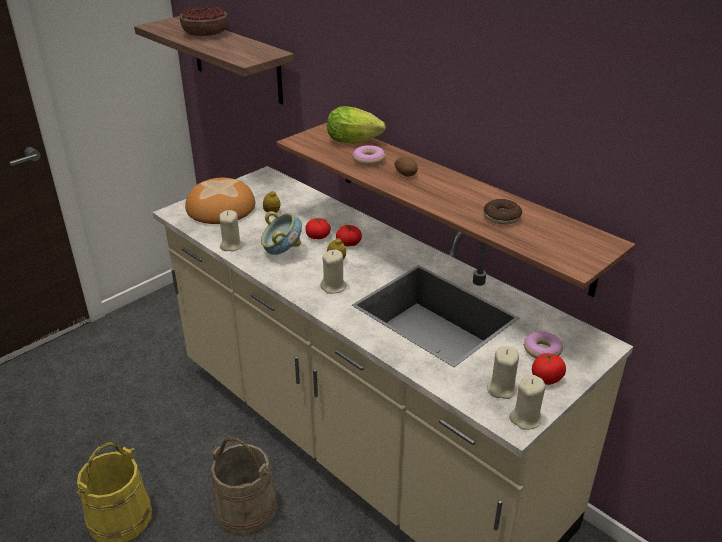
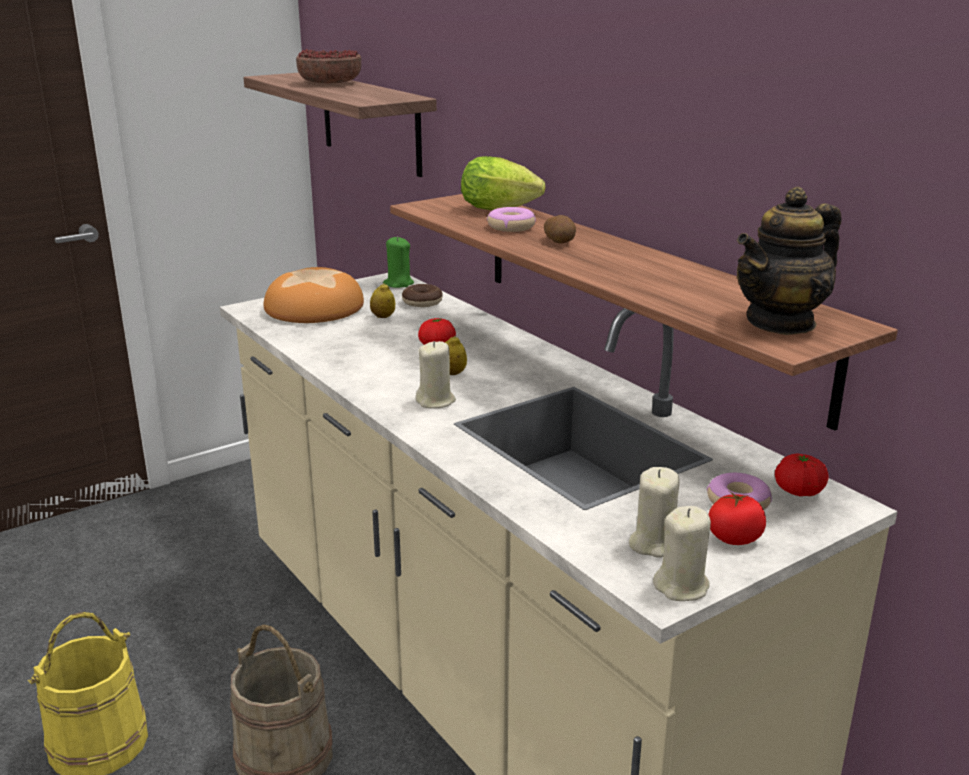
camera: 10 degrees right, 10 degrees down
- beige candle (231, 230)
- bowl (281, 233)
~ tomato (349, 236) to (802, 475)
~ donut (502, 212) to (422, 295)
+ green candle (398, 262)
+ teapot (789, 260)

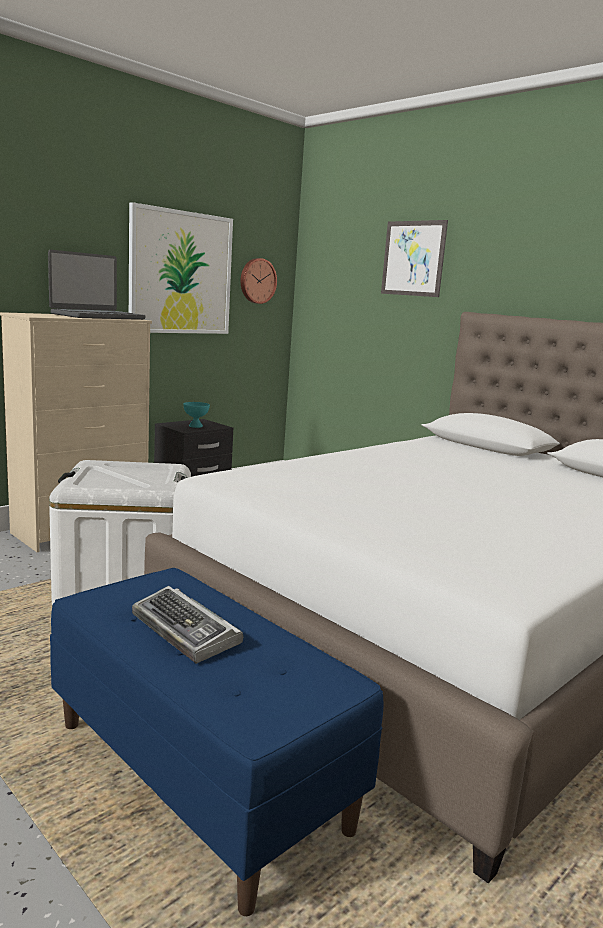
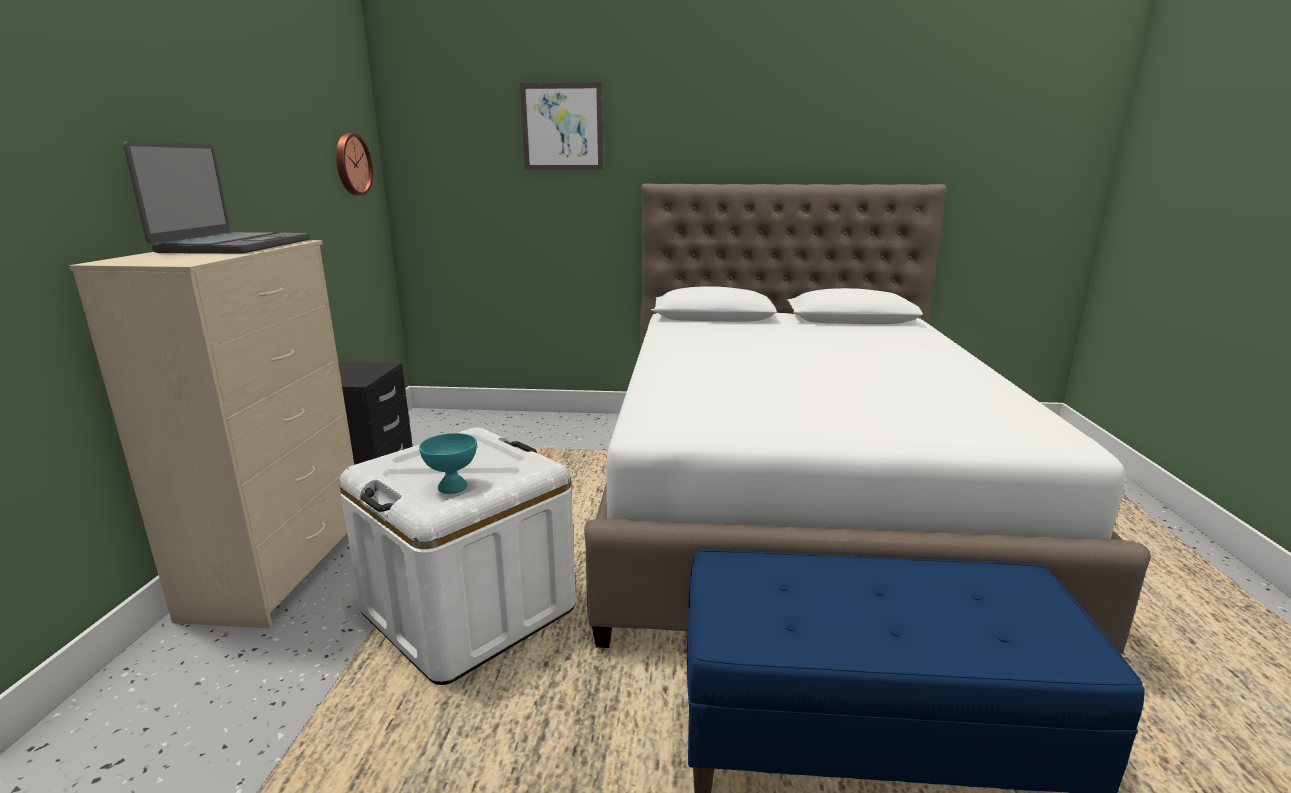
camera: 40 degrees left, 5 degrees up
- picture (181, 268)
- keyboard (187, 625)
~ turquoise bowl (196, 415) to (448, 463)

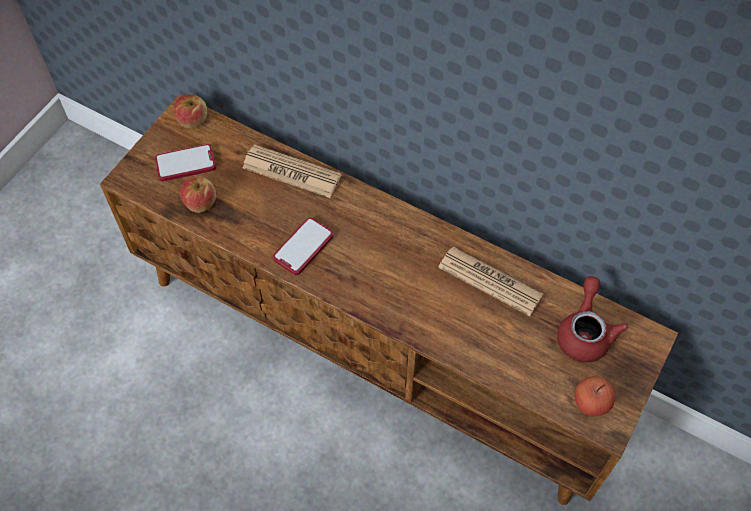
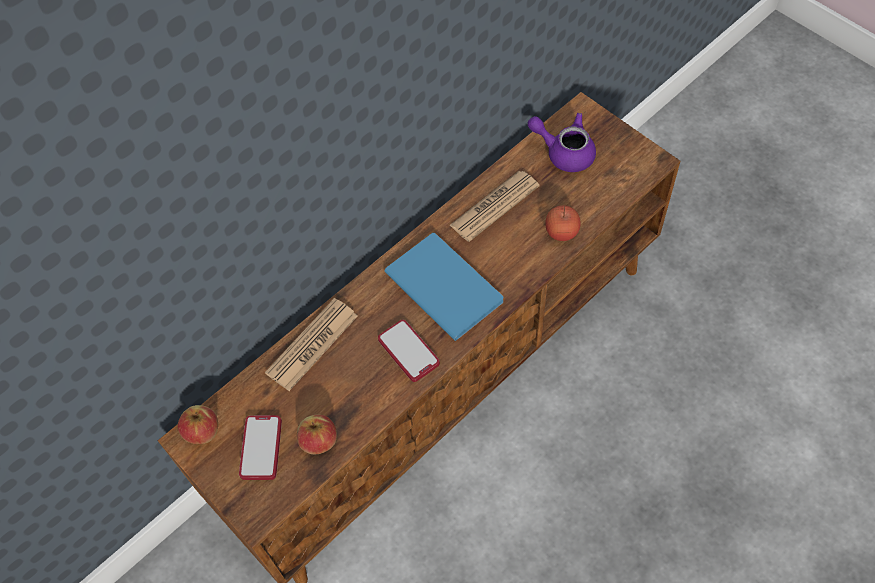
camera: 70 degrees left, 0 degrees up
~ red teapot (593, 319) to purple teapot (562, 142)
~ apple (595, 396) to (562, 223)
+ blue book (444, 287)

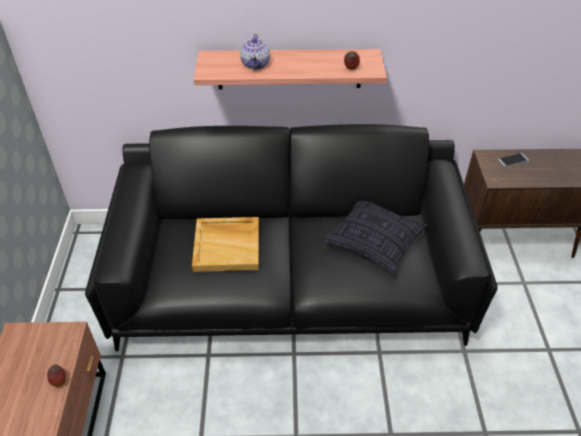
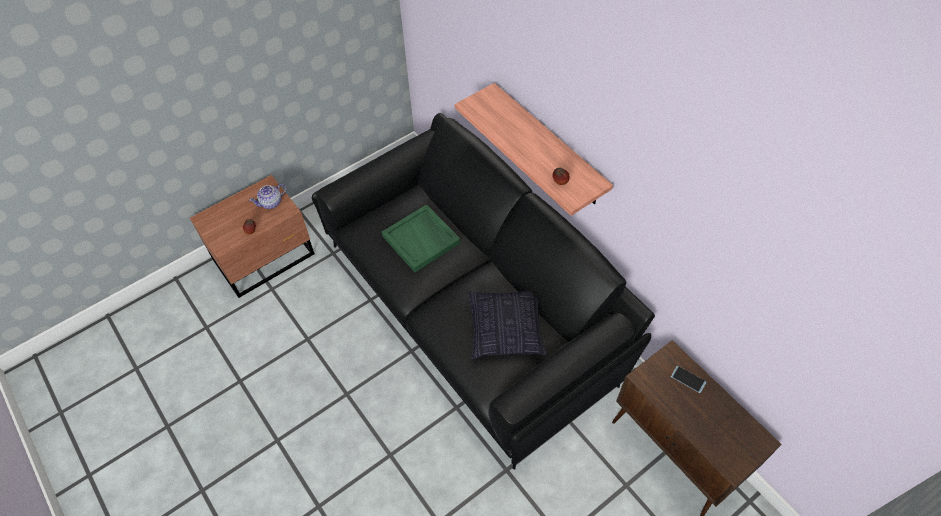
camera: 55 degrees right, 10 degrees up
~ beige tray (225, 244) to green tray (421, 238)
~ teapot (255, 52) to (268, 196)

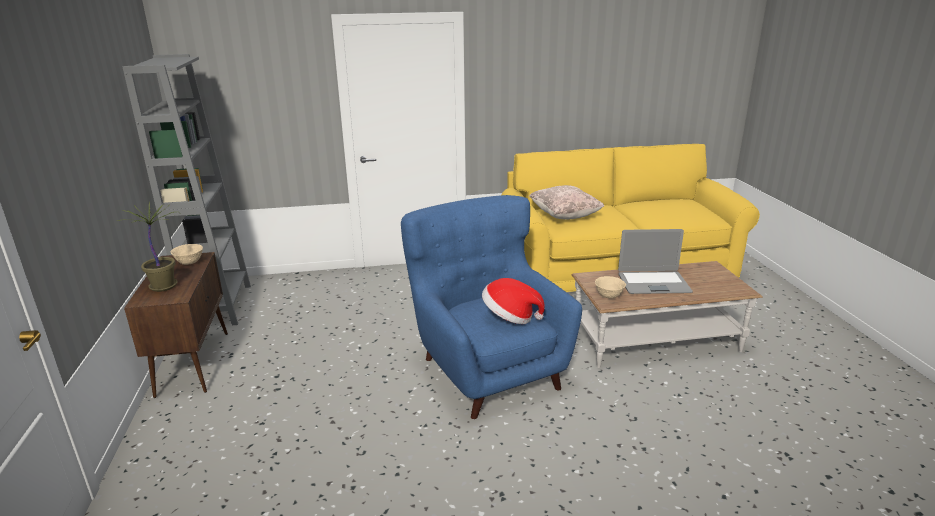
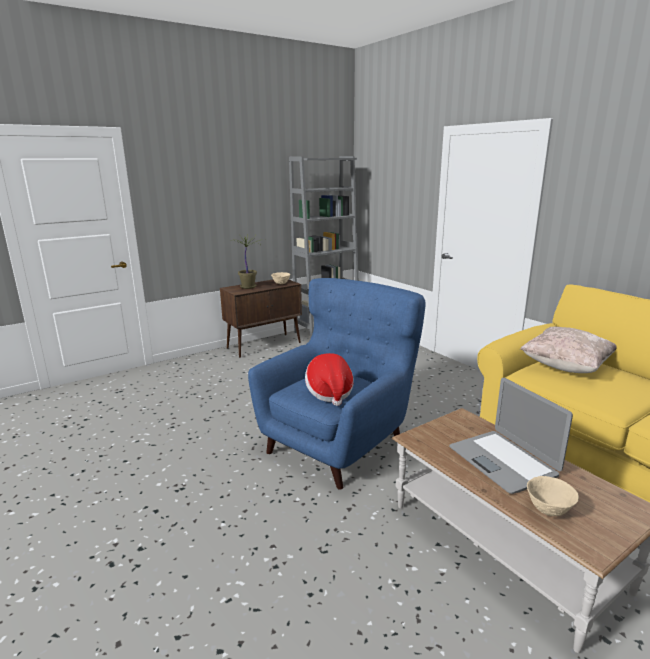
camera: 65 degrees right, 5 degrees down
~ beige bowl (610, 287) to (553, 496)

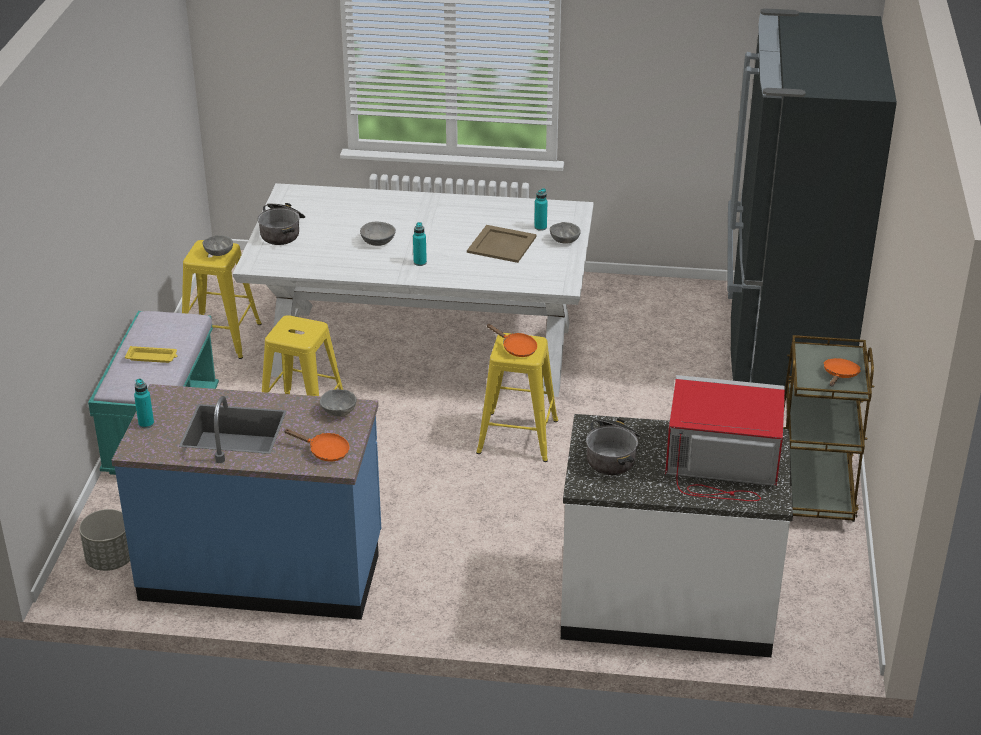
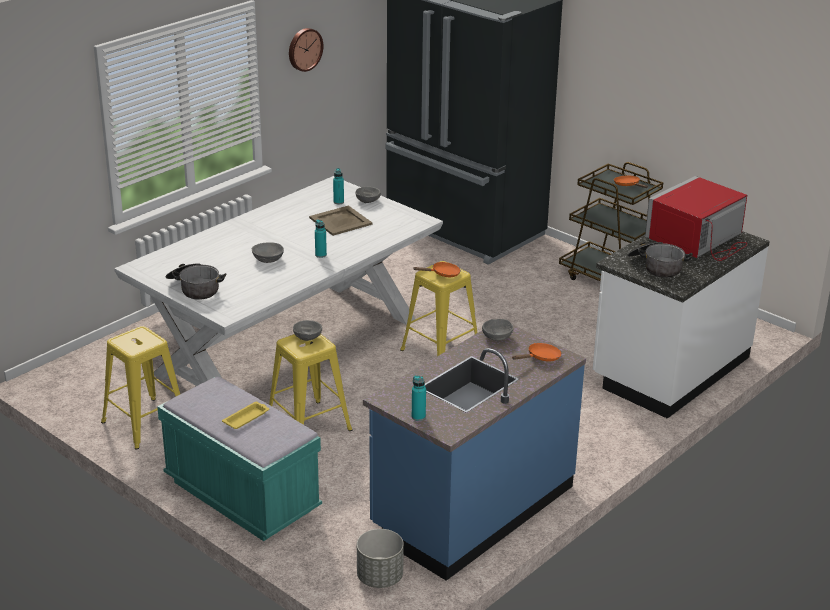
camera: 55 degrees left, 5 degrees down
~ grey bowl (218, 245) to (307, 330)
+ wall clock (306, 50)

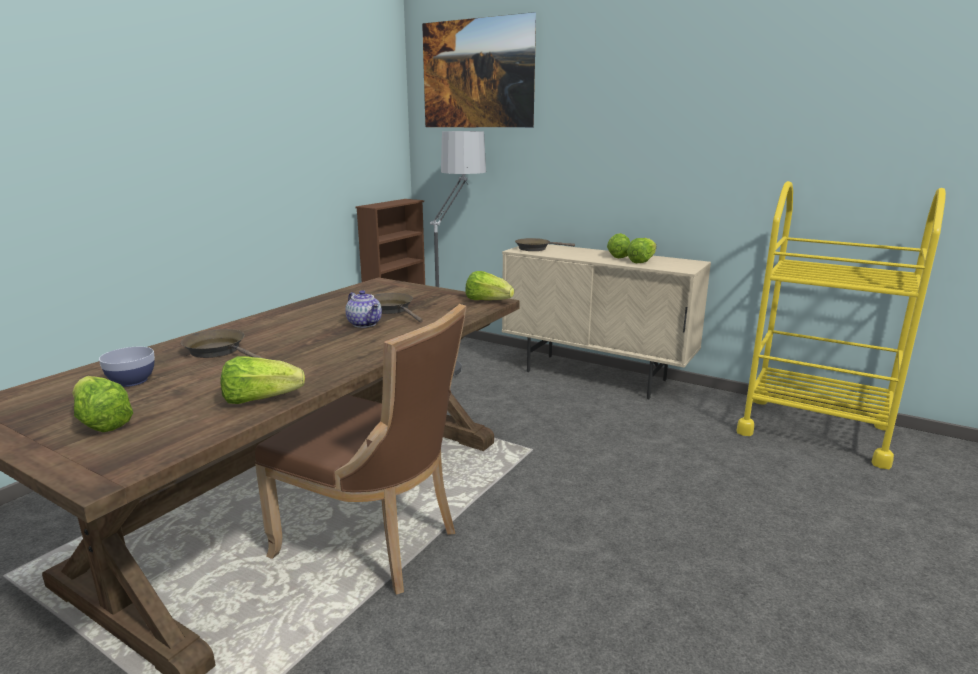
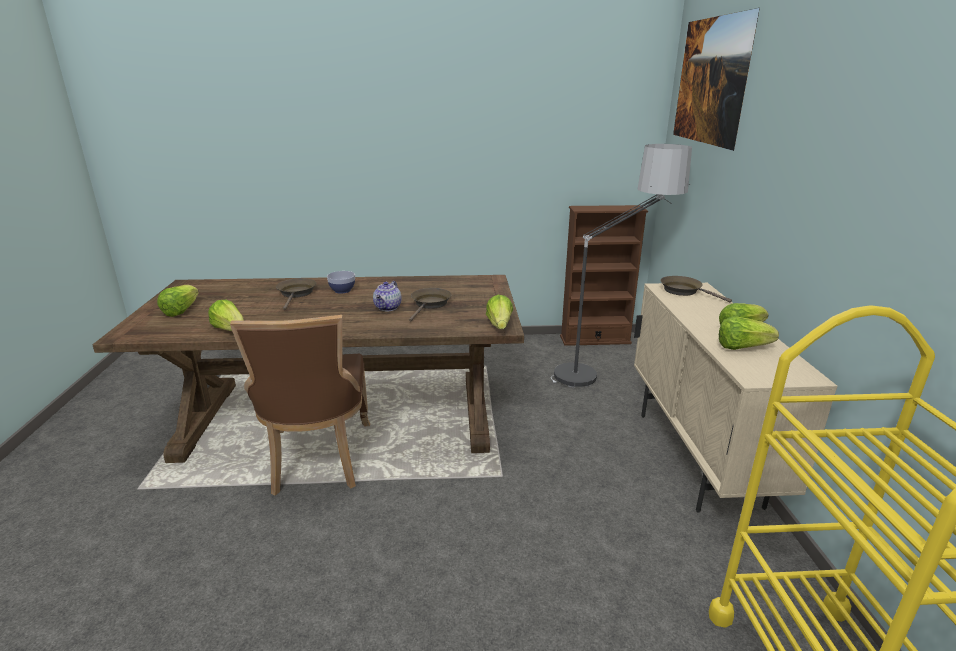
camera: 55 degrees right, 5 degrees up
~ bowl (127, 367) to (341, 282)

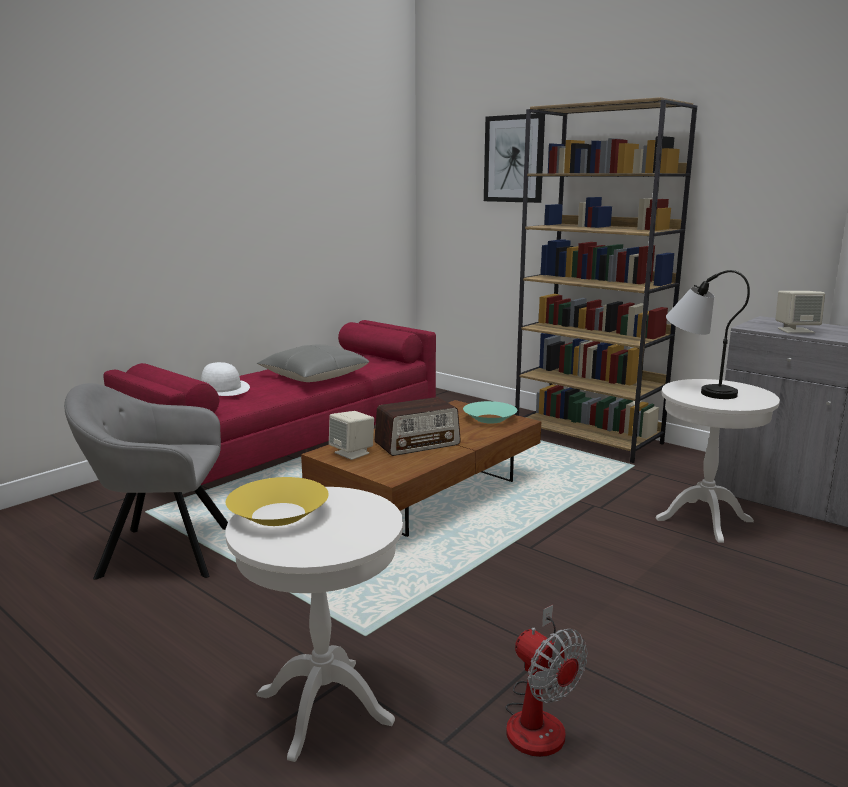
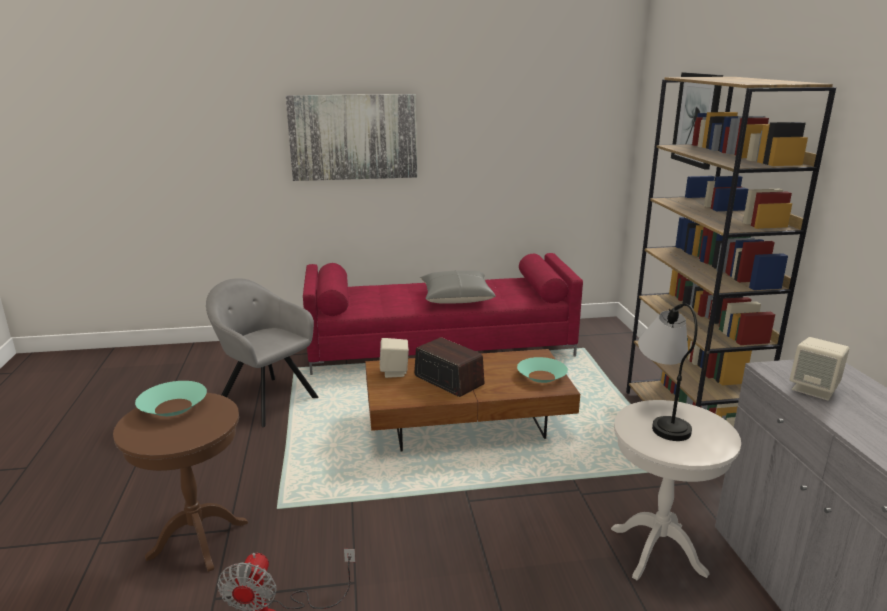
camera: 40 degrees right, 5 degrees up
- white hat (225, 379)
~ yellow bowl (277, 501) to turquoise bowl (171, 398)
~ white side table (314, 624) to brown side table (180, 482)
~ radio (417, 426) = (449, 367) 150 degrees counterclockwise
+ picture (351, 137)

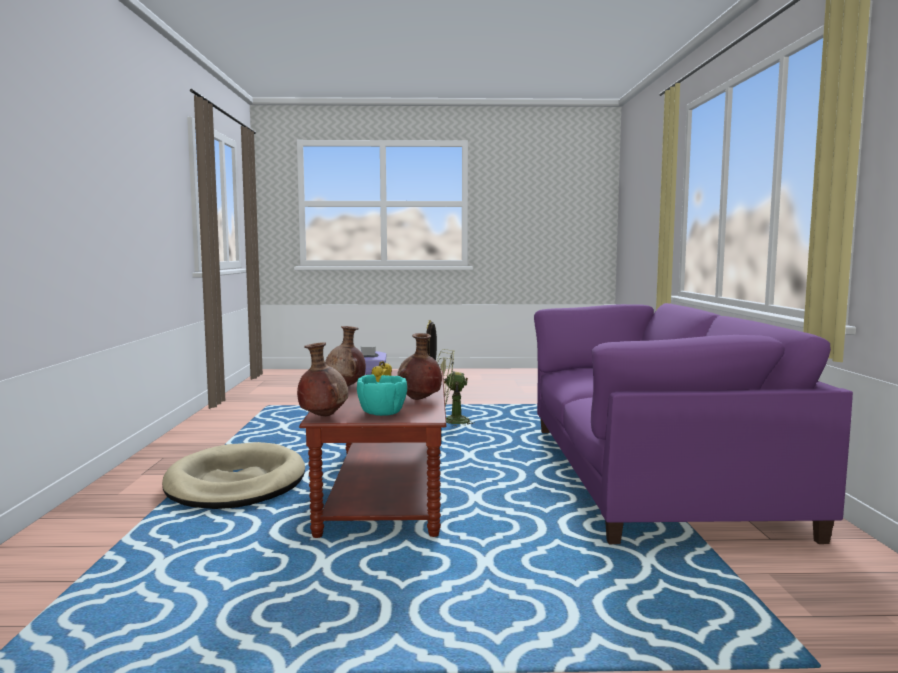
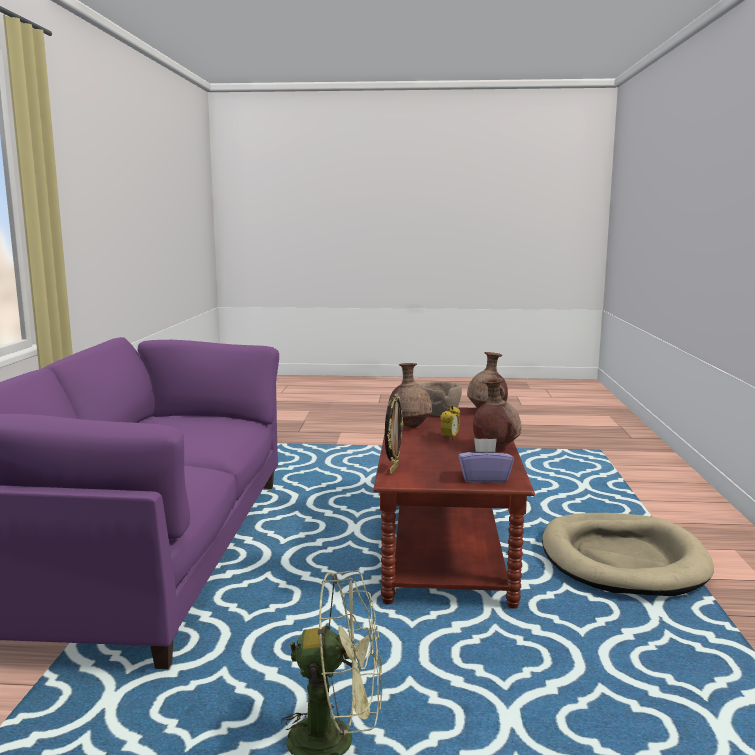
camera: 175 degrees left, 5 degrees up
~ turquoise bowl (382, 395) to brown bowl (442, 398)

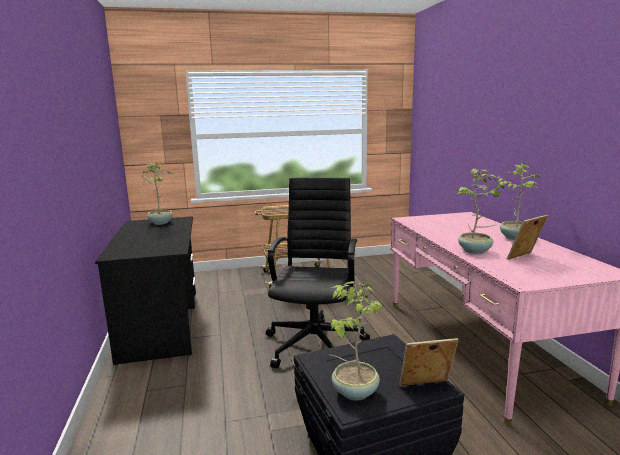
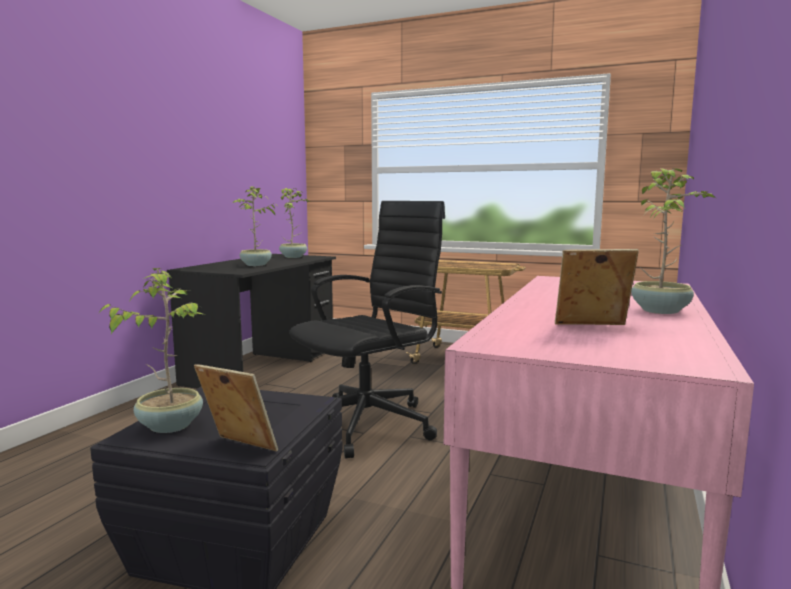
camera: 35 degrees right, 5 degrees down
~ potted plant (480, 211) to (255, 226)

